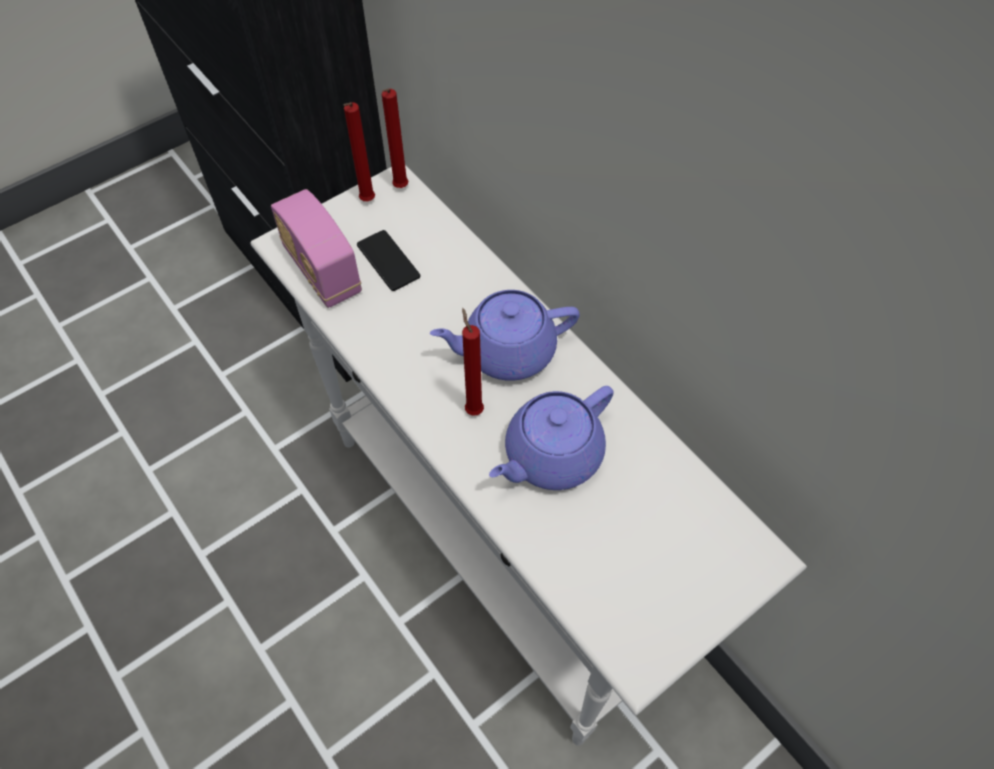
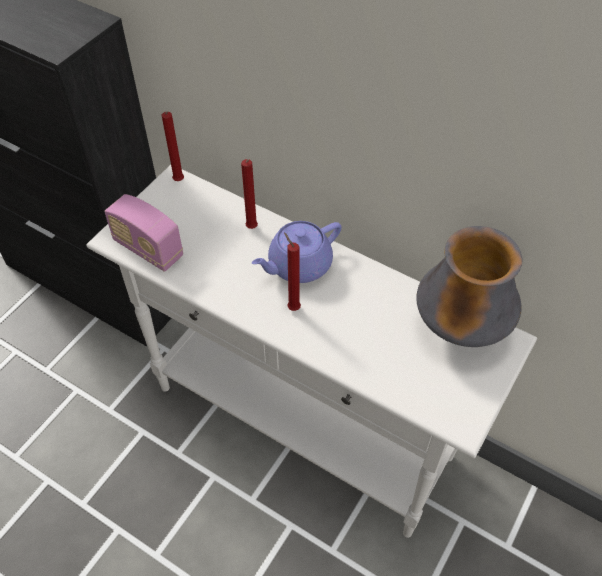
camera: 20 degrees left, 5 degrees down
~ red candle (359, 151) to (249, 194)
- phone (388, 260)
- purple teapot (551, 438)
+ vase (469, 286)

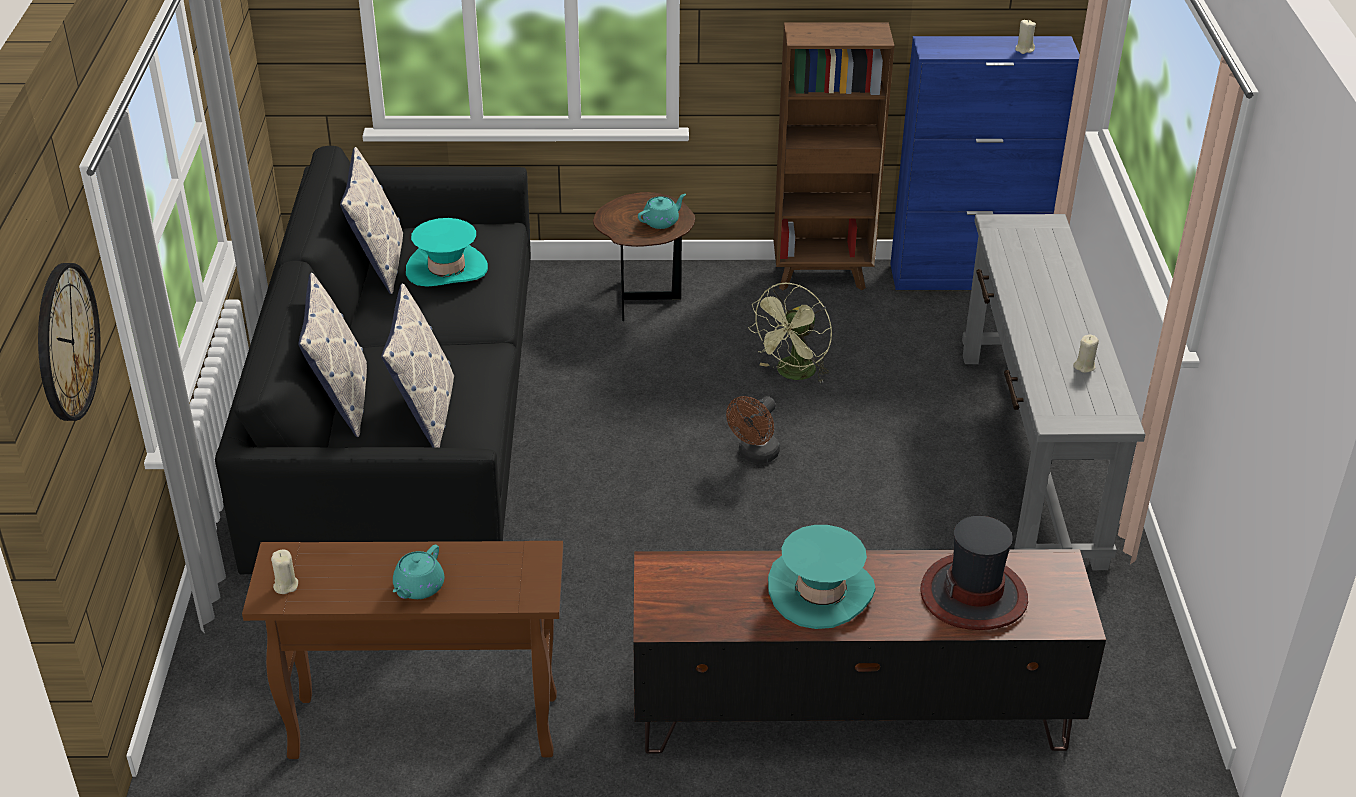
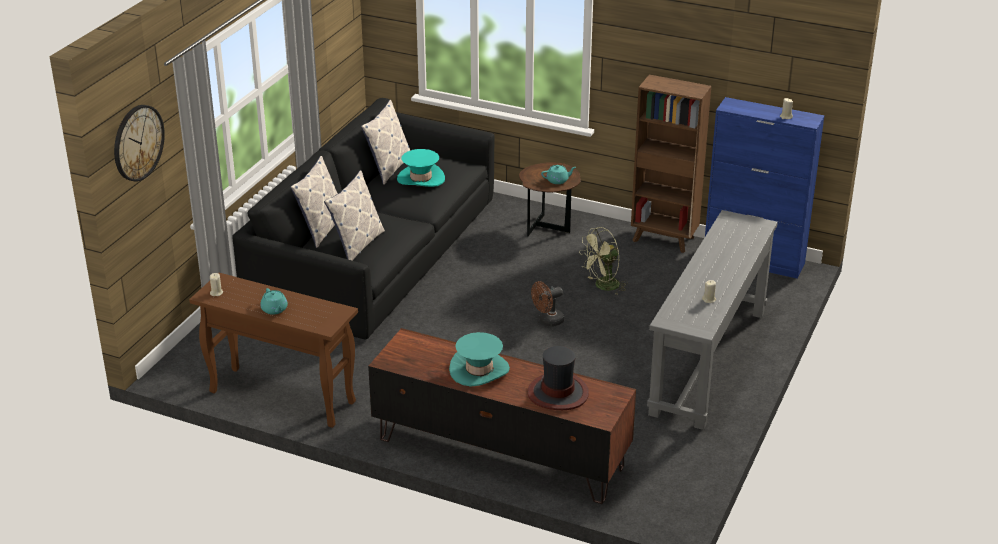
camera: 25 degrees right, 5 degrees down
~ turquoise teapot (418, 572) = (274, 301) 75 degrees counterclockwise

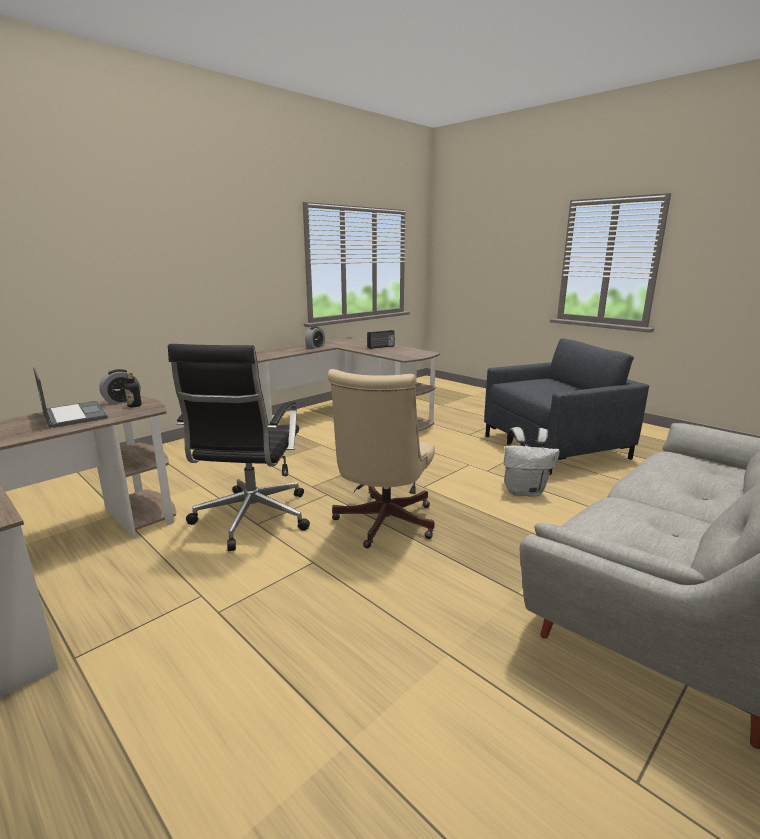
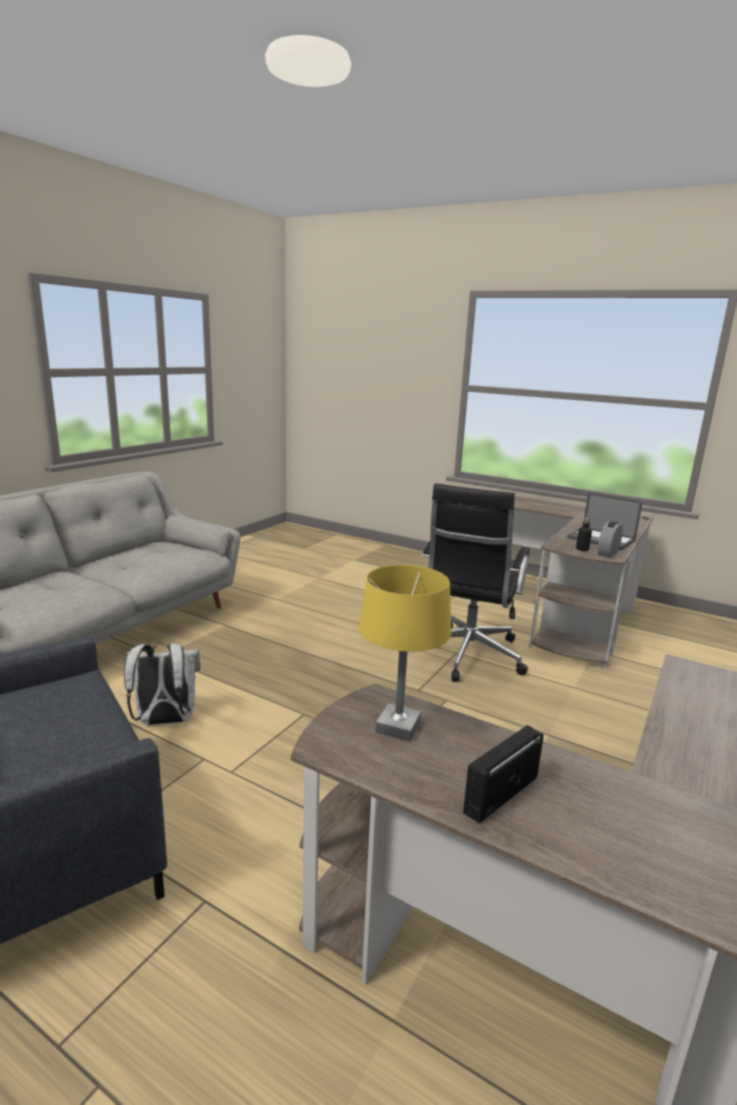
camera: 165 degrees right, 0 degrees up
~ black office chair (239, 447) = (471, 582) 150 degrees counterclockwise
- alarm clock (315, 337)
- beige office chair (381, 458)
+ yellow table lamp (405, 653)

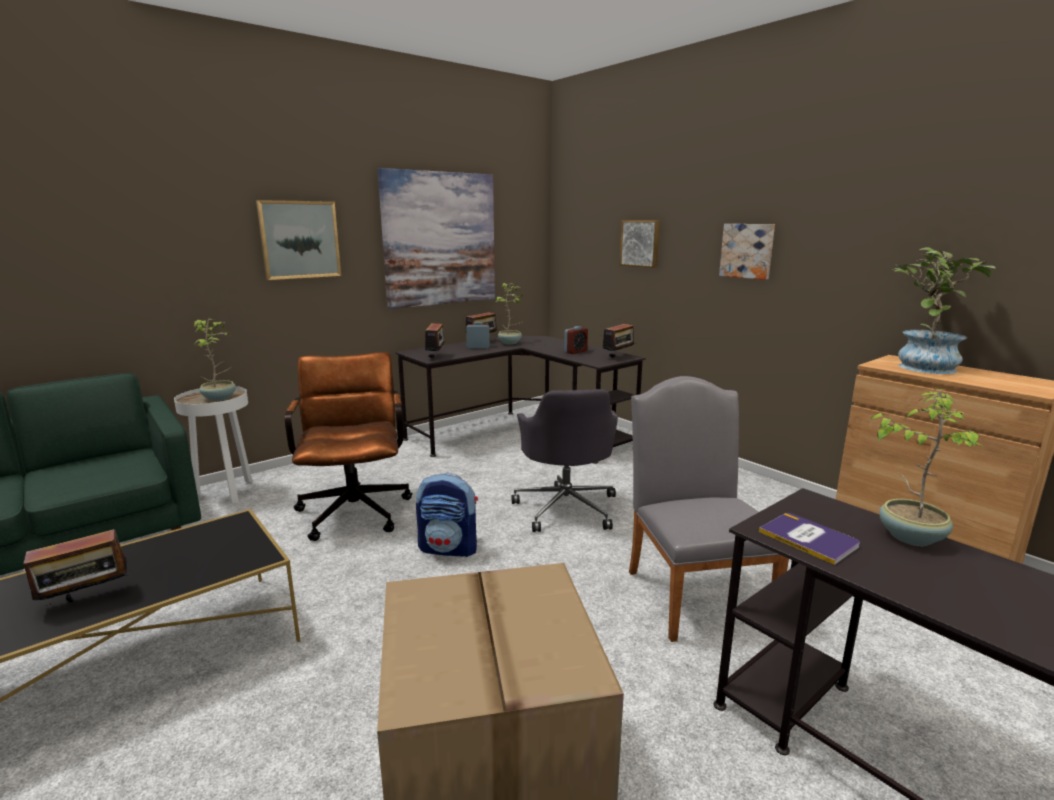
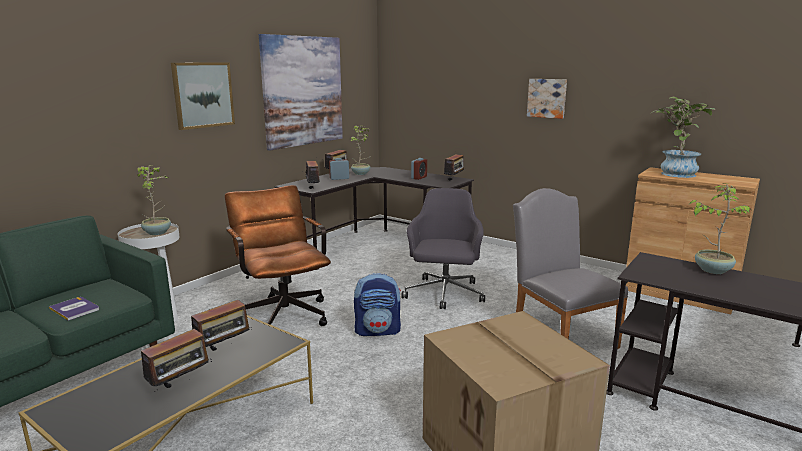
camera: 15 degrees left, 0 degrees up
~ grey office chair (565, 460) = (443, 248) 150 degrees counterclockwise
- picture (640, 244)
~ book (809, 539) to (74, 309)
+ radio (218, 325)

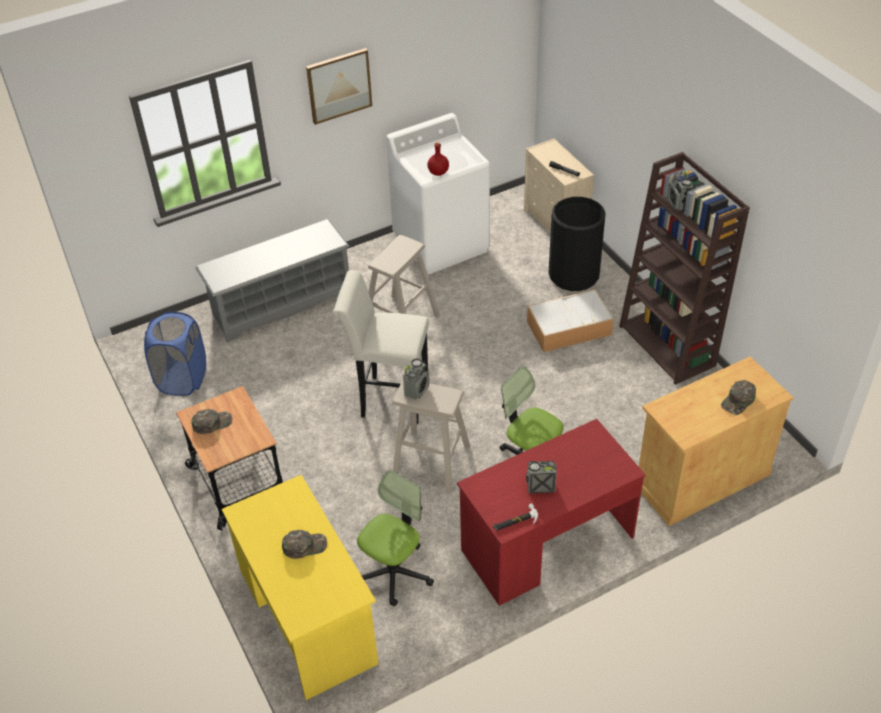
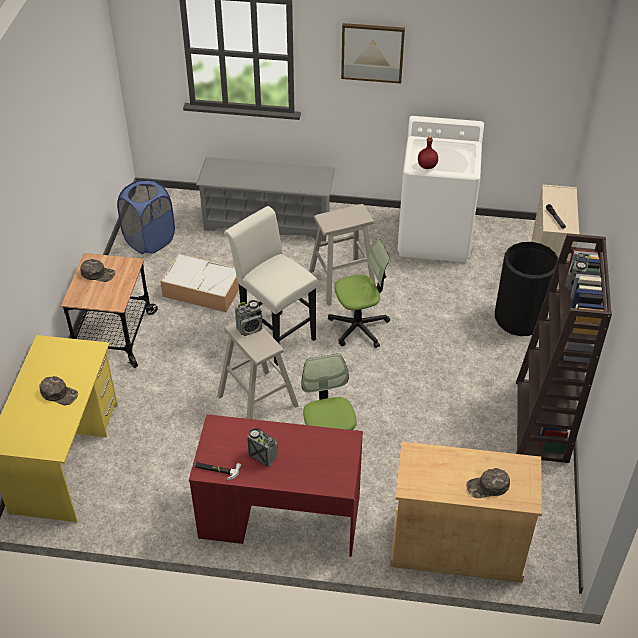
camera: 35 degrees right, 0 degrees up
~ office chair (395, 538) to (359, 293)
~ storage box (570, 320) to (199, 283)

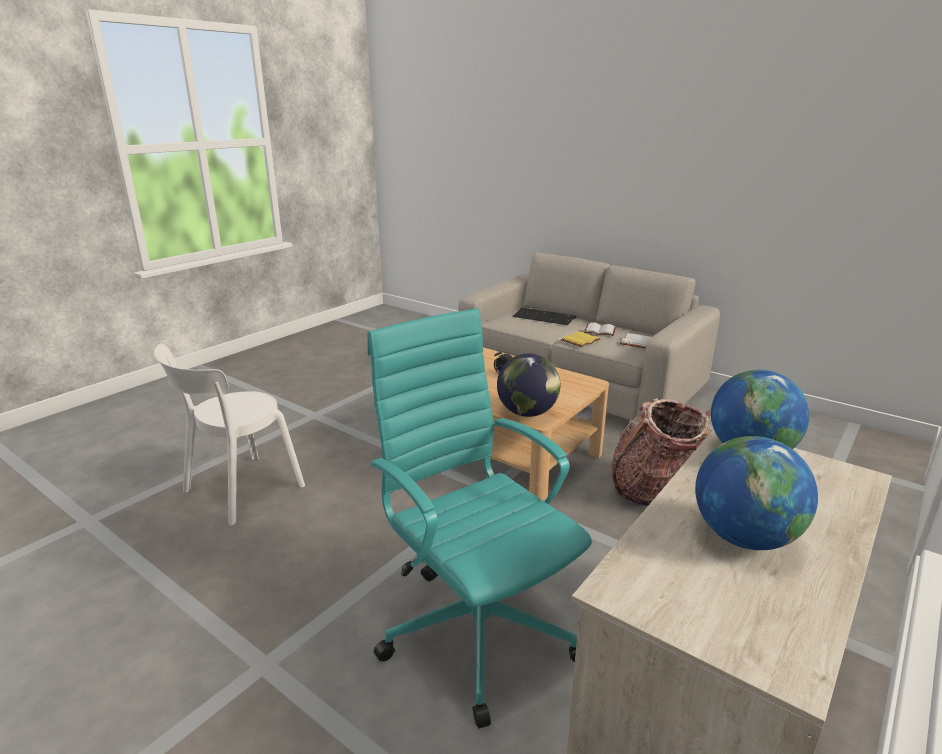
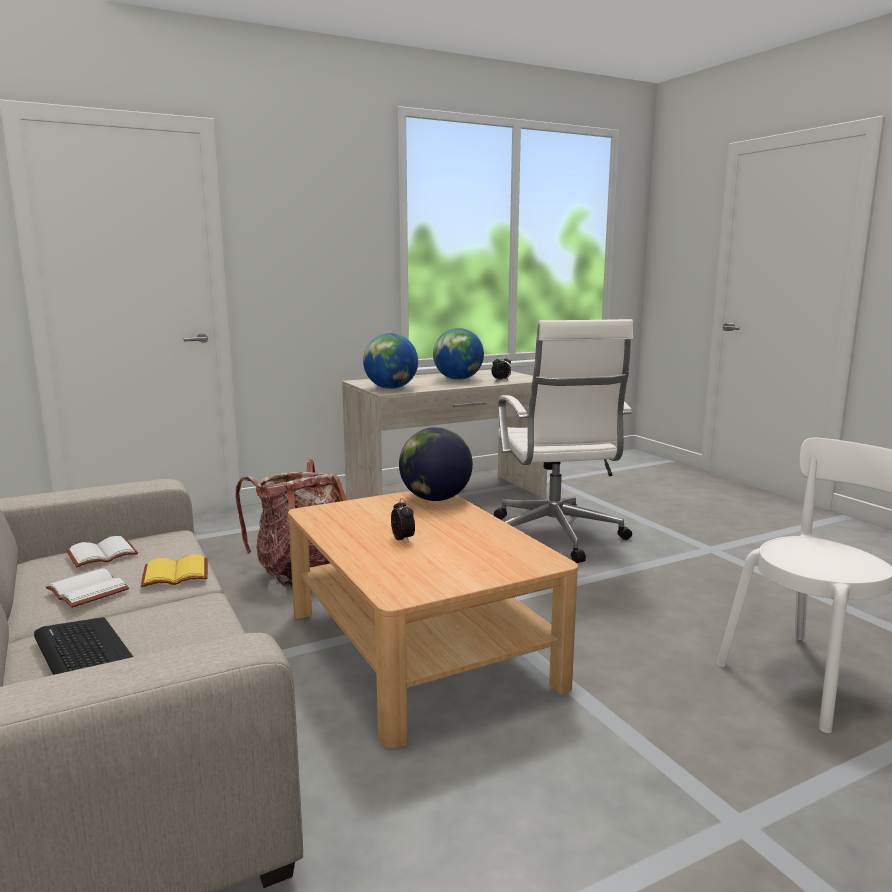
camera: 155 degrees left, 10 degrees down
~ turquoise office chair (479, 518) to white office chair (563, 441)
+ alarm clock (501, 368)

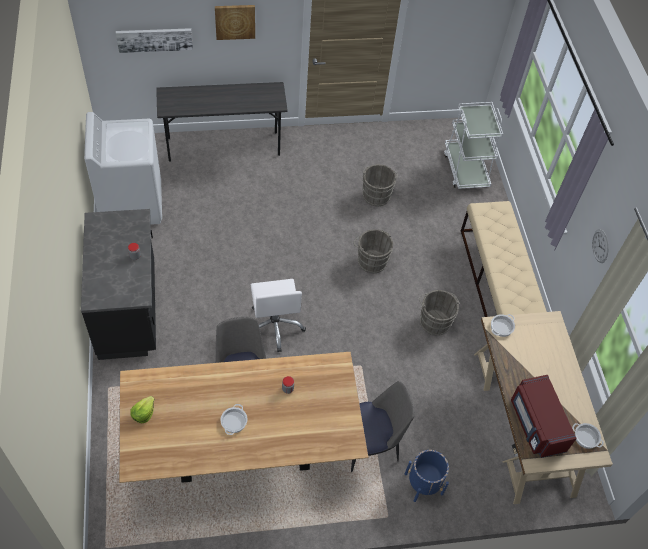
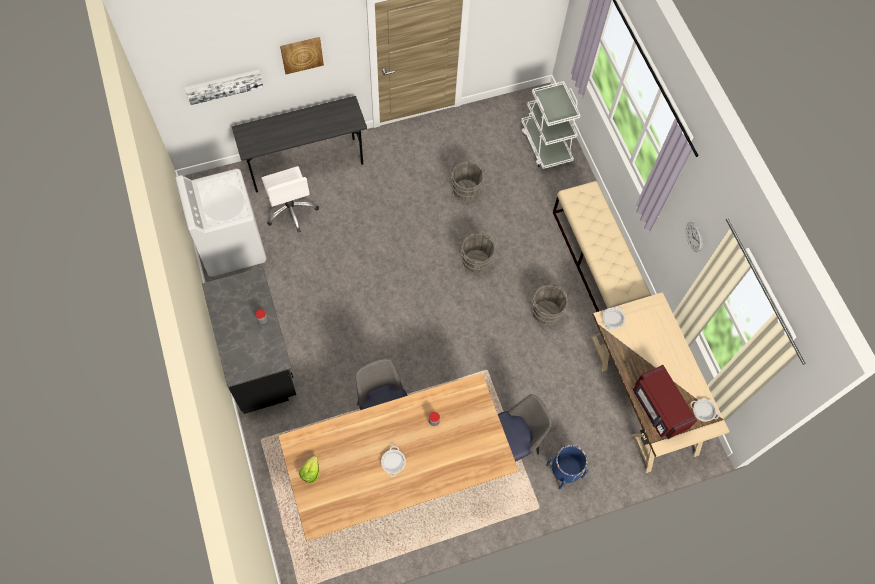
camera: 10 degrees left, 10 degrees up
~ white office chair (278, 315) to (290, 199)

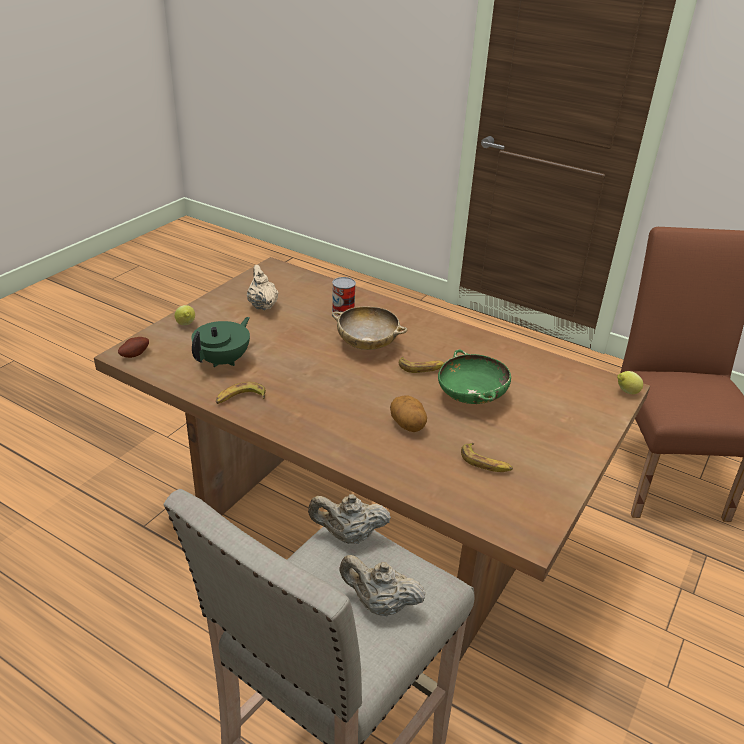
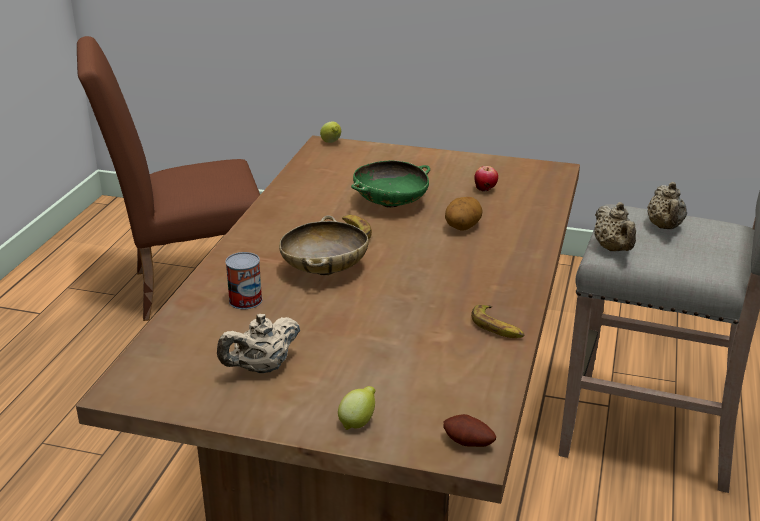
camera: 105 degrees left, 5 degrees down
- green teapot (220, 342)
~ banana (487, 457) to apple (486, 179)

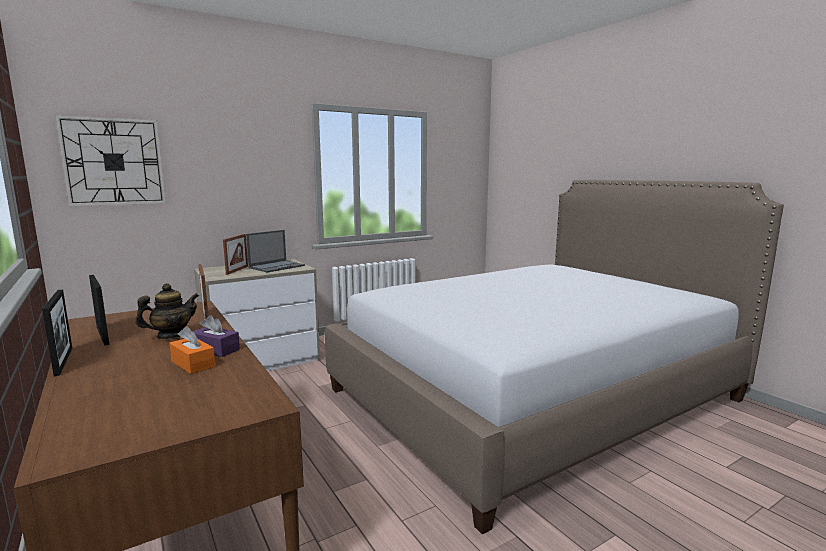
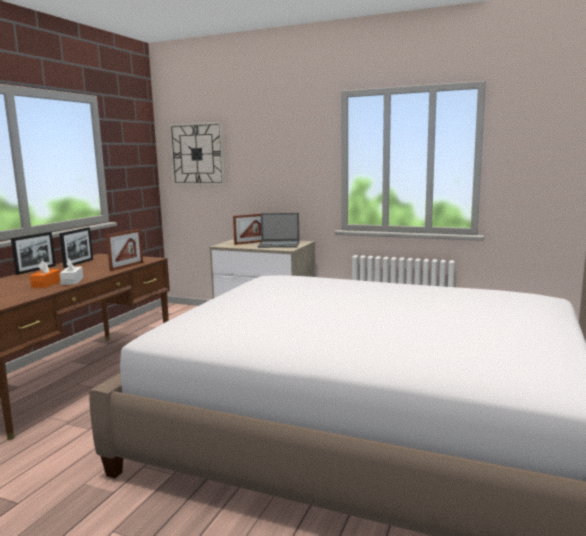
camera: 55 degrees right, 0 degrees up
- teapot (167, 311)
~ purple tissue box (216, 336) to white tissue box (71, 271)

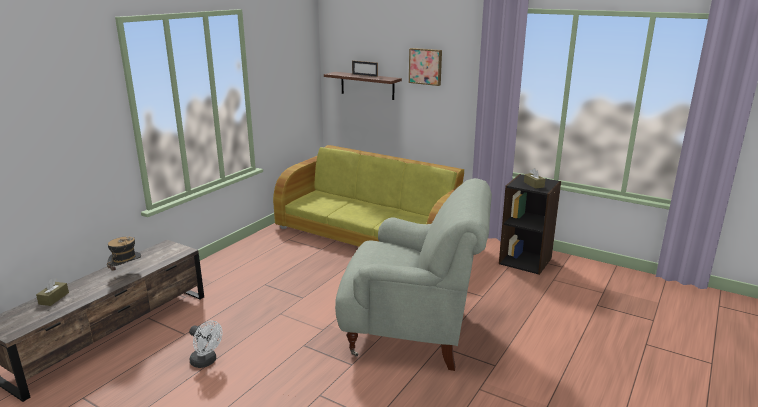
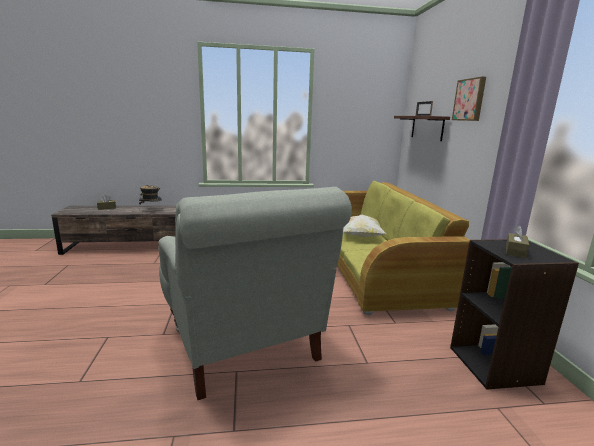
camera: 50 degrees right, 5 degrees down
- white fan (206, 344)
+ pillow (364, 226)

